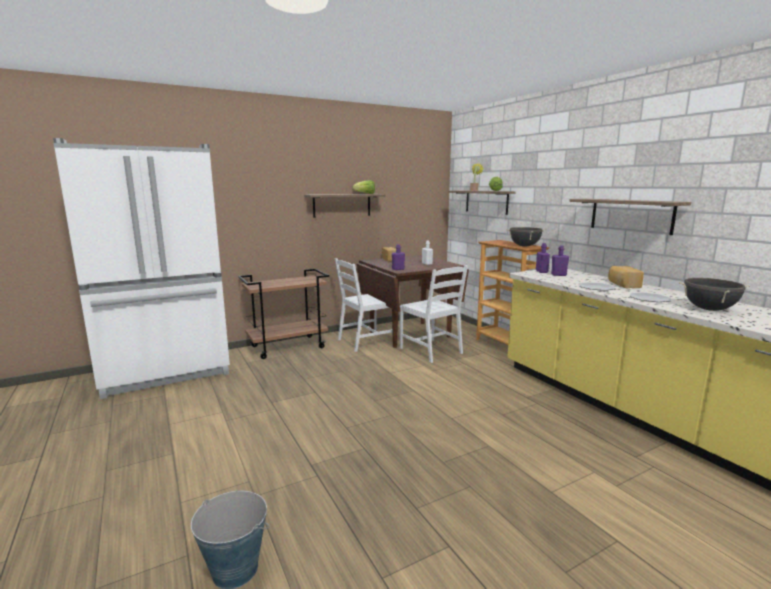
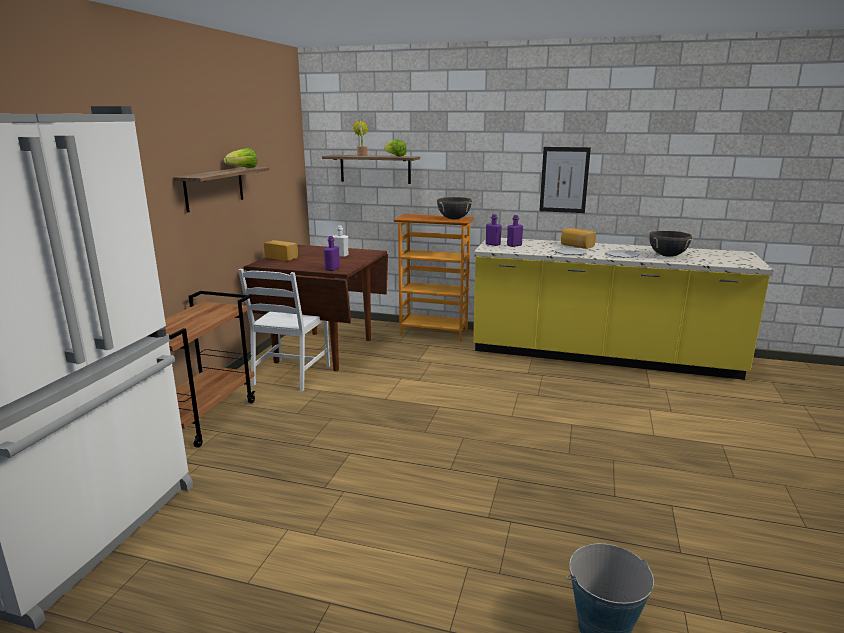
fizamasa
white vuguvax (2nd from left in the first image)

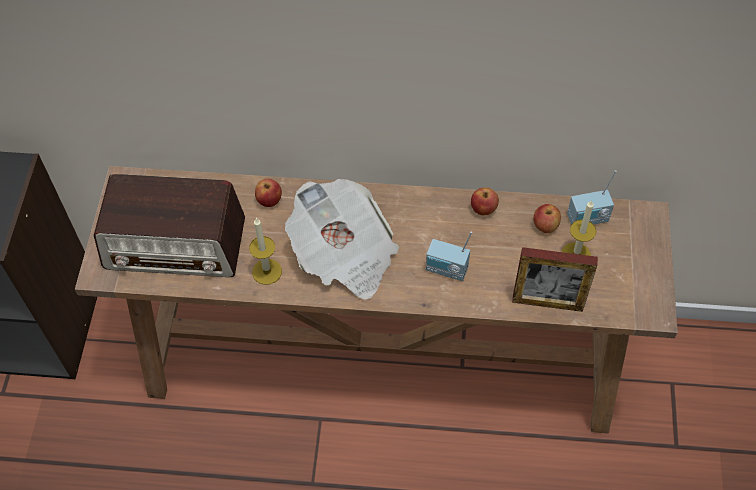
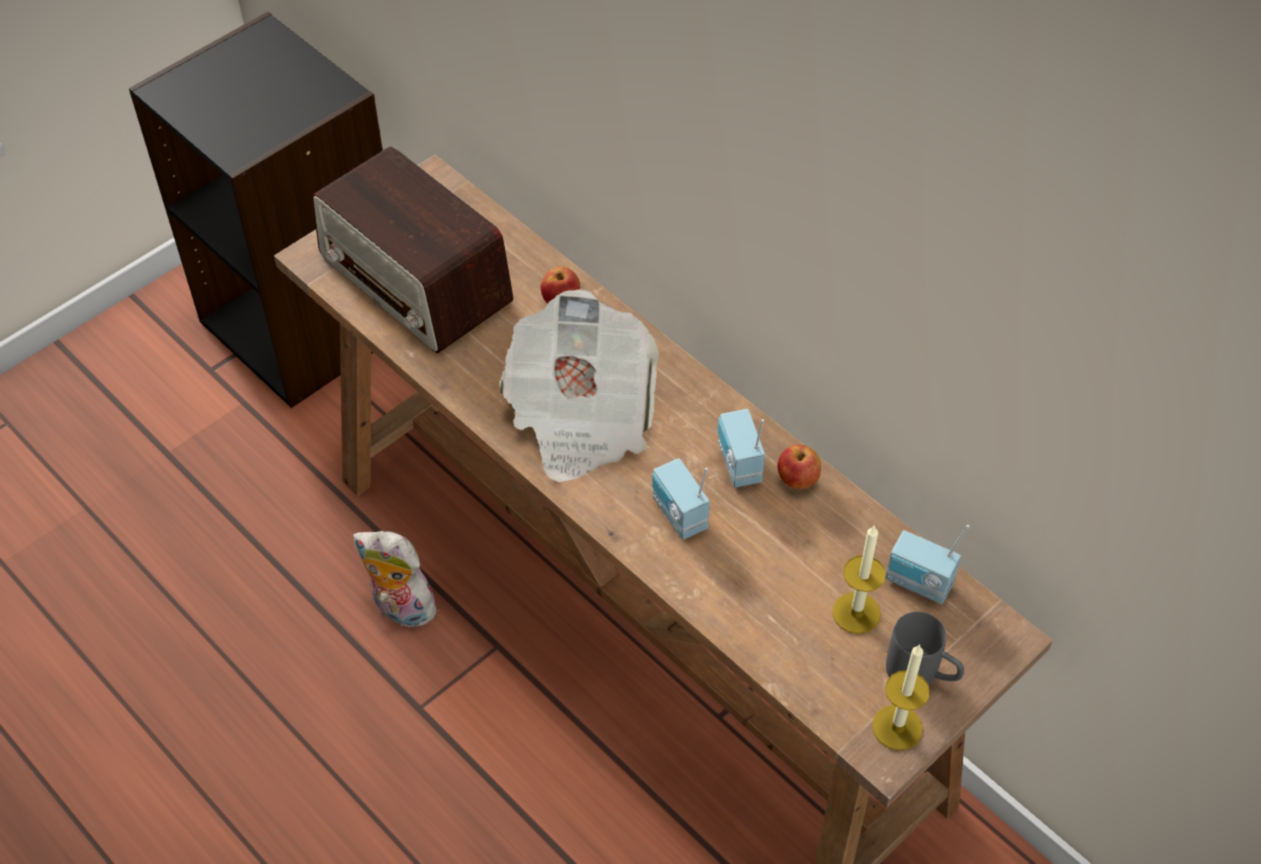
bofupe (3rd from left in the first image)
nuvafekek (2nd from left)
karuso
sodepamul (3rd from left)
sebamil
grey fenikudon

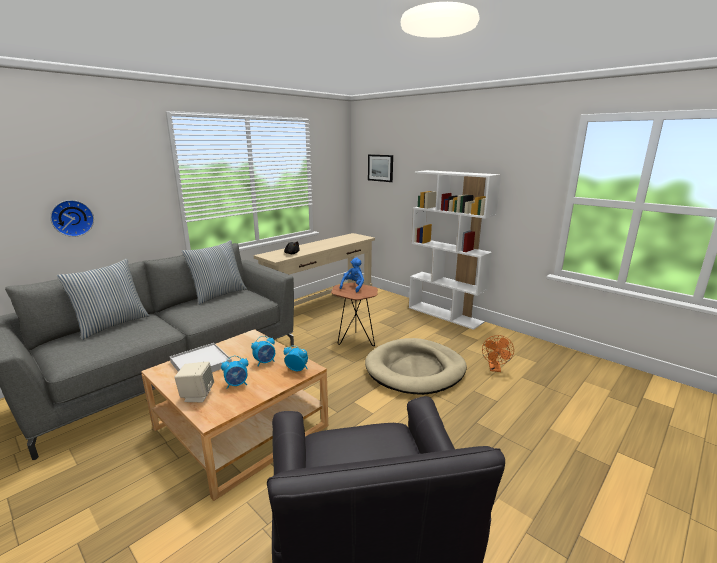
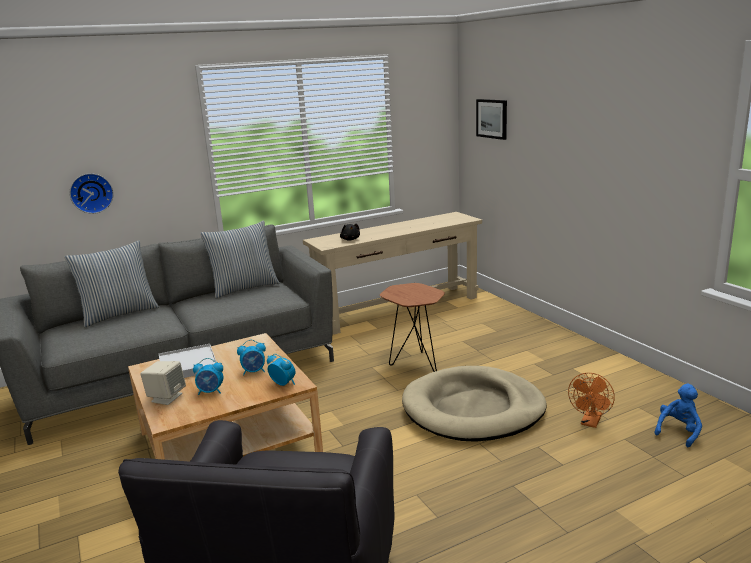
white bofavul
blue sebamil

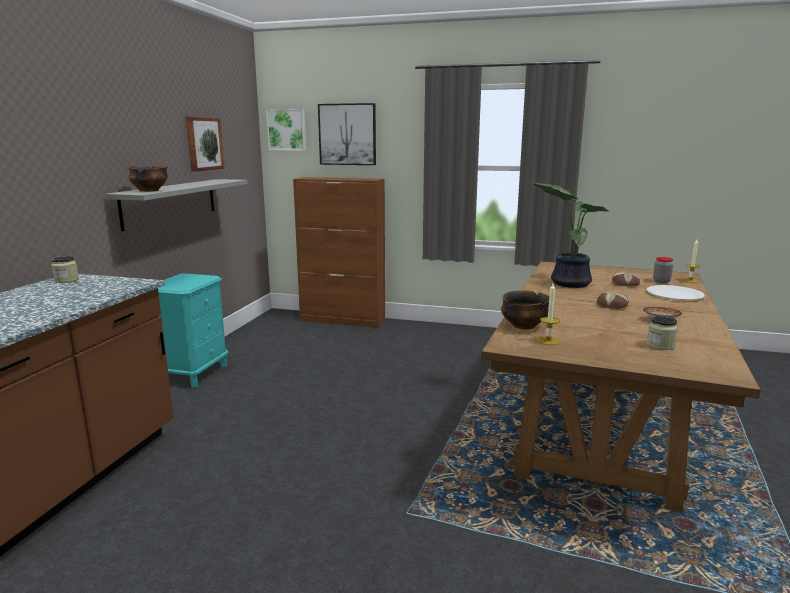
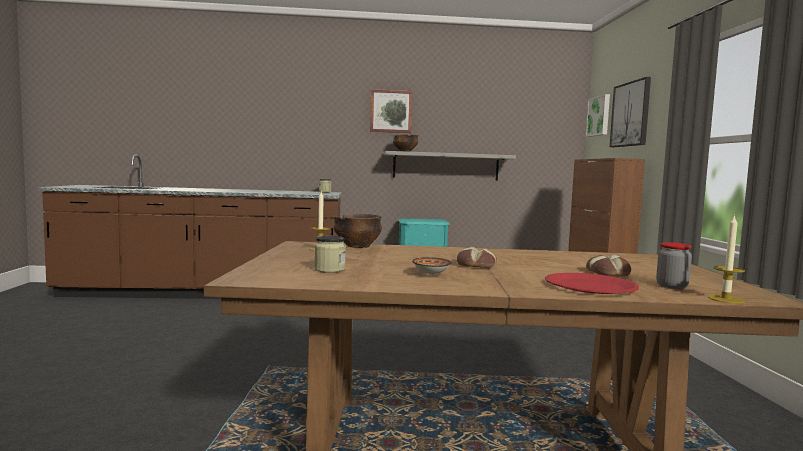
fizamasa (1st from left)
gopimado
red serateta

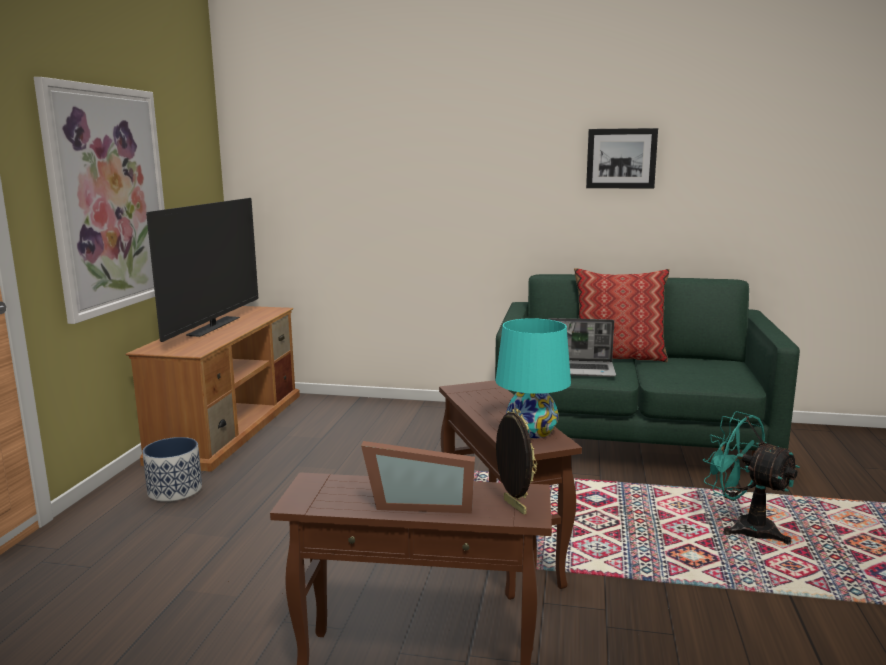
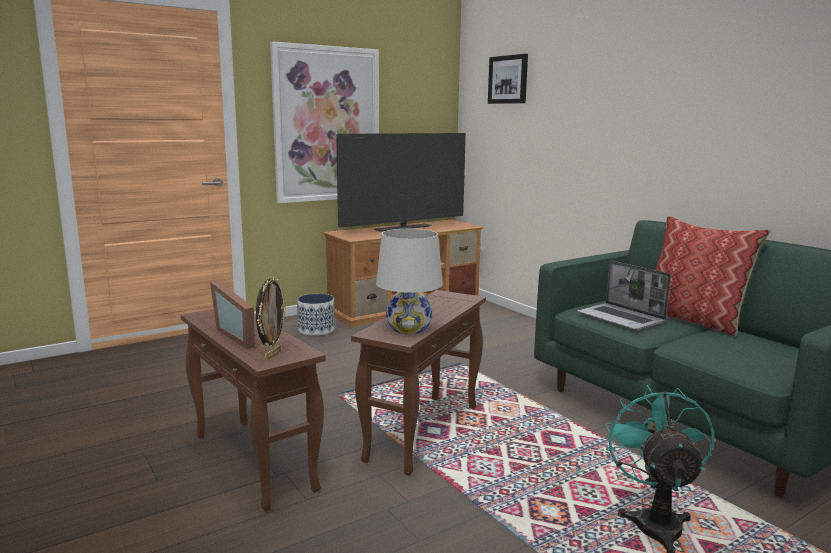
fizamasa (2nd from left)
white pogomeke

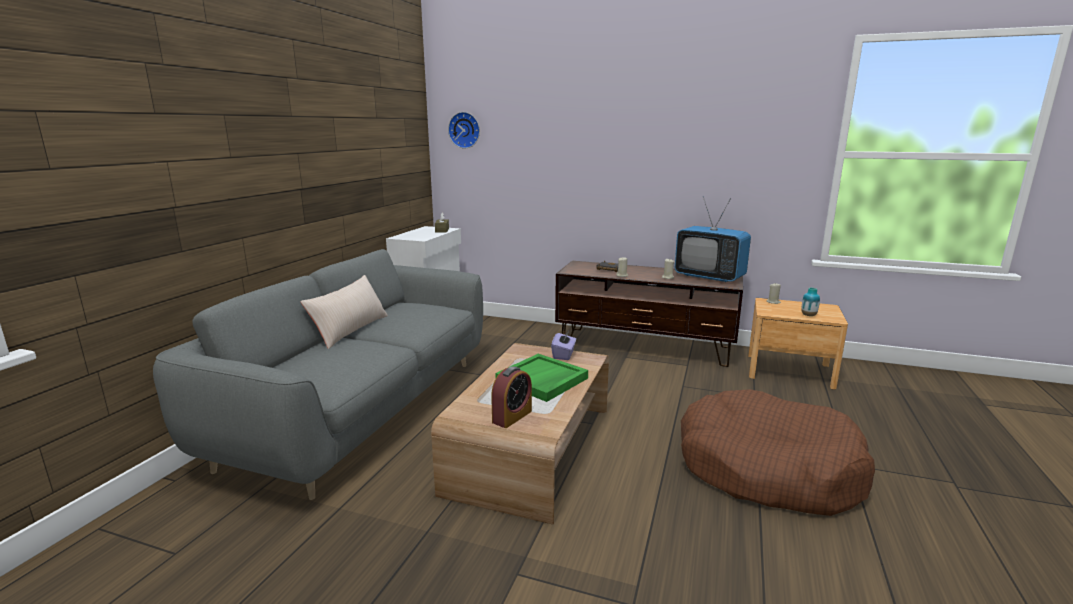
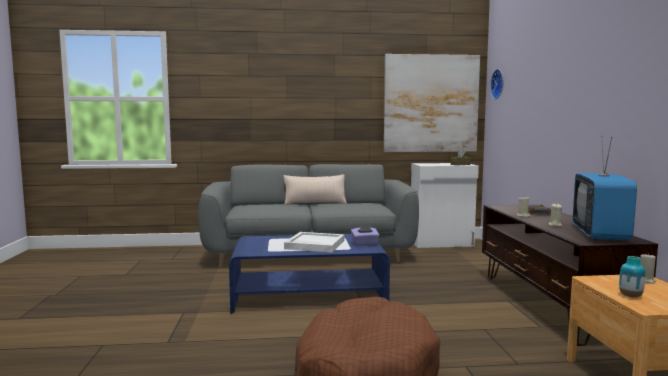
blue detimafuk
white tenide
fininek
fizamasa

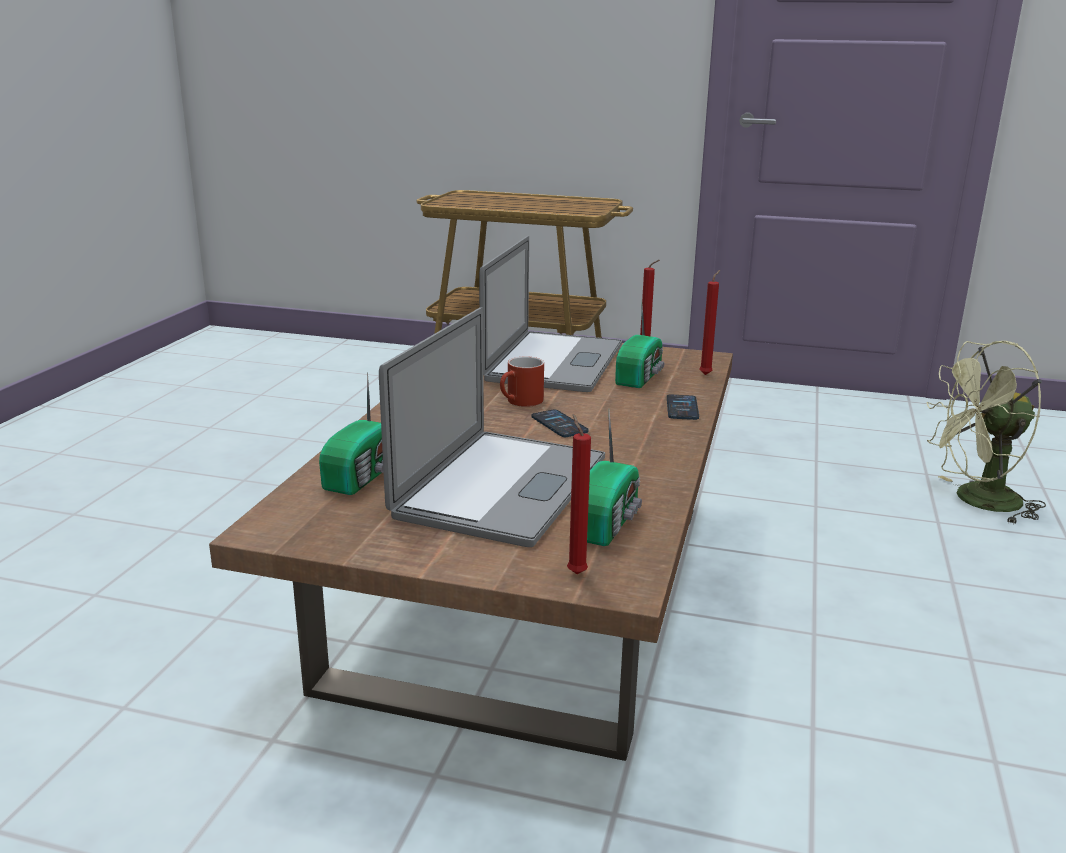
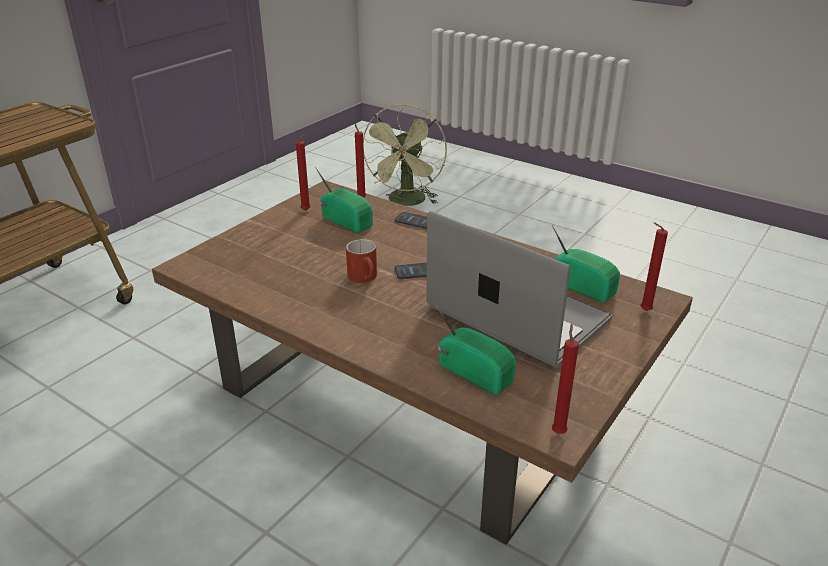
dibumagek (2nd from left in the first image)
red nuvafekek (3rd from left)

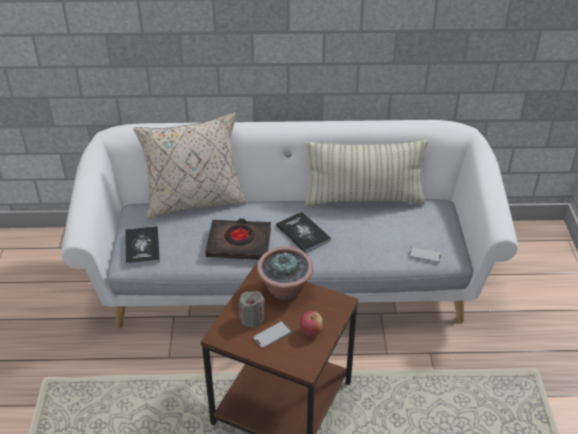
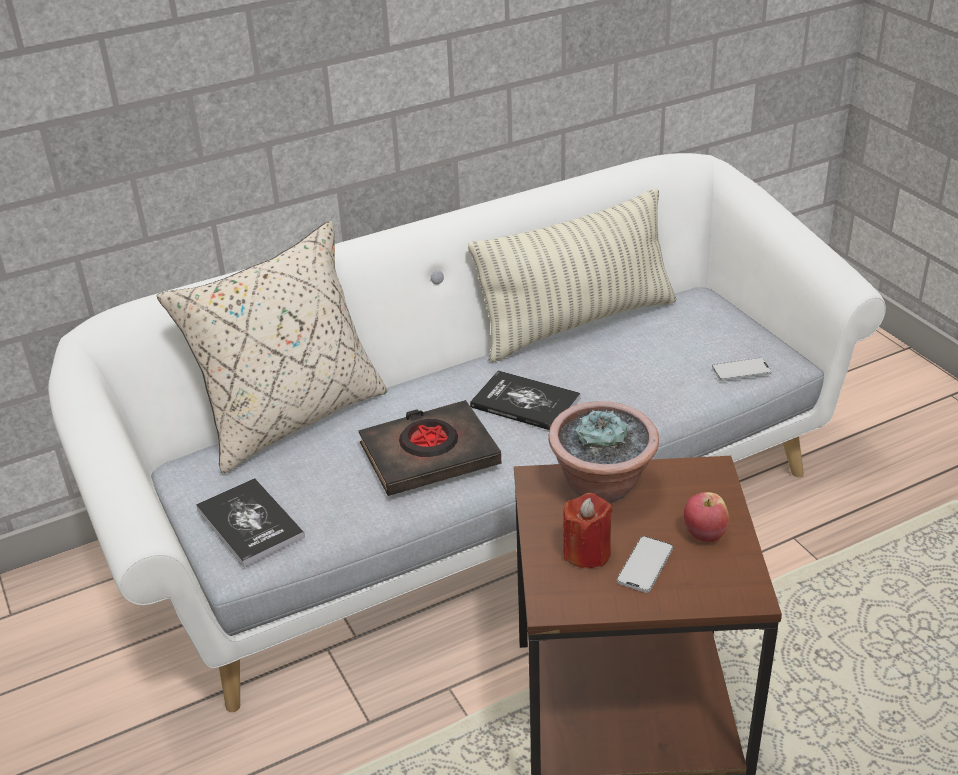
red nuvafekek

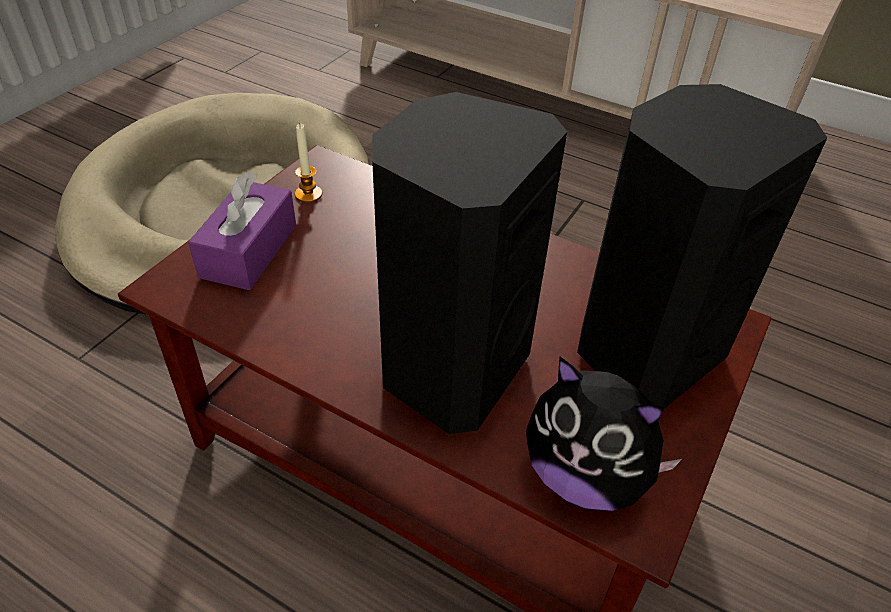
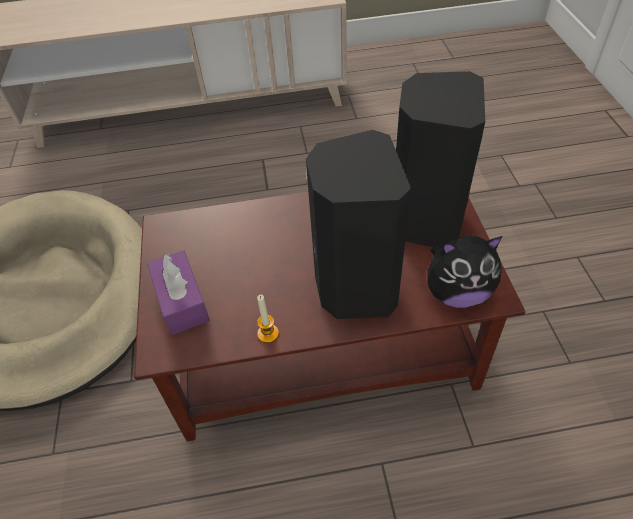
nuvafekek

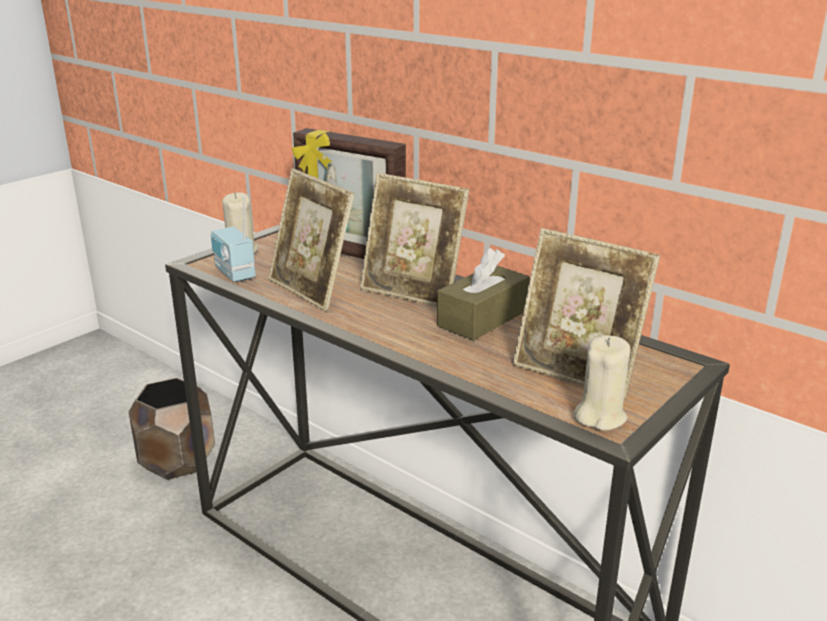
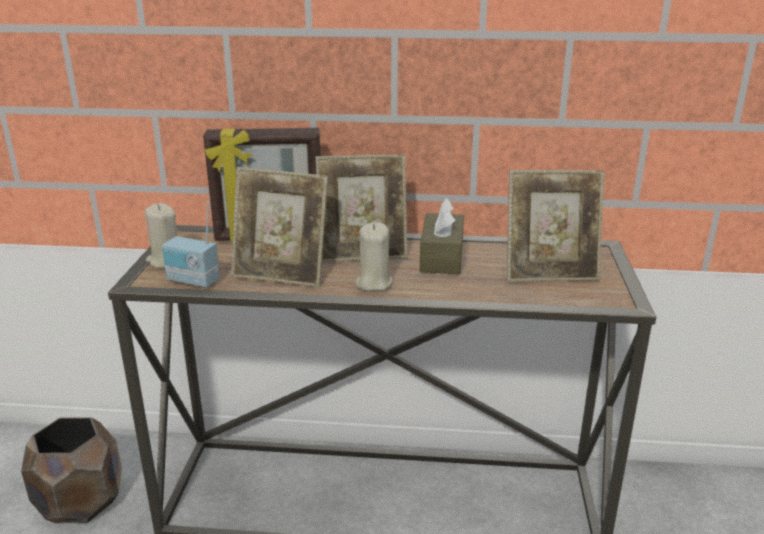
beige nuvafekek (2nd from left)

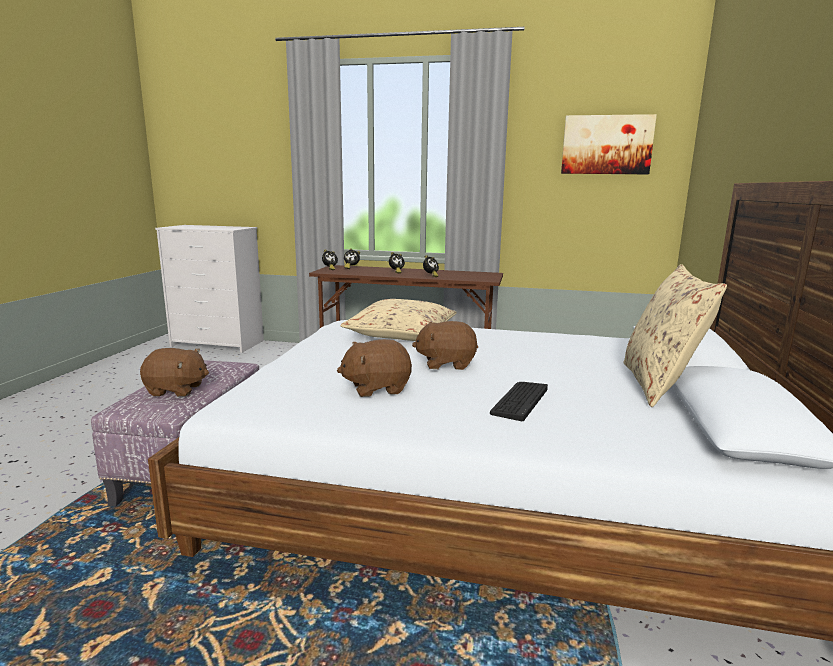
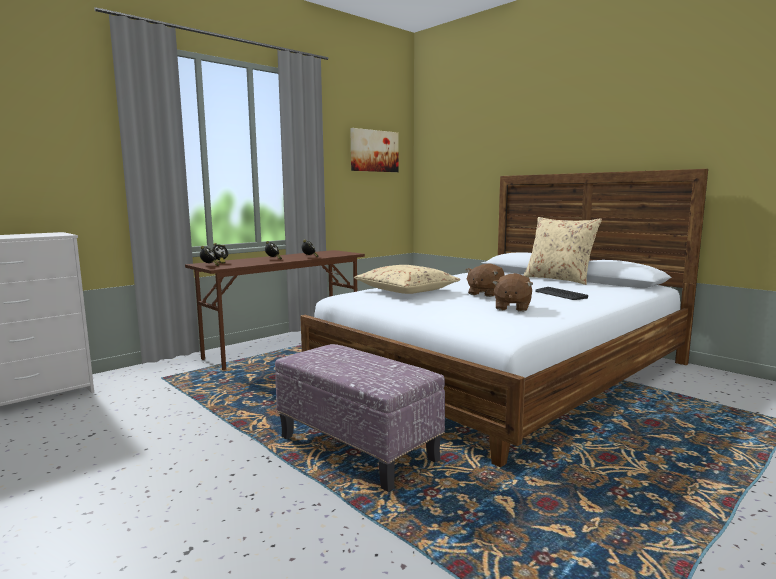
brown sebamil (1st from left in the first image)

